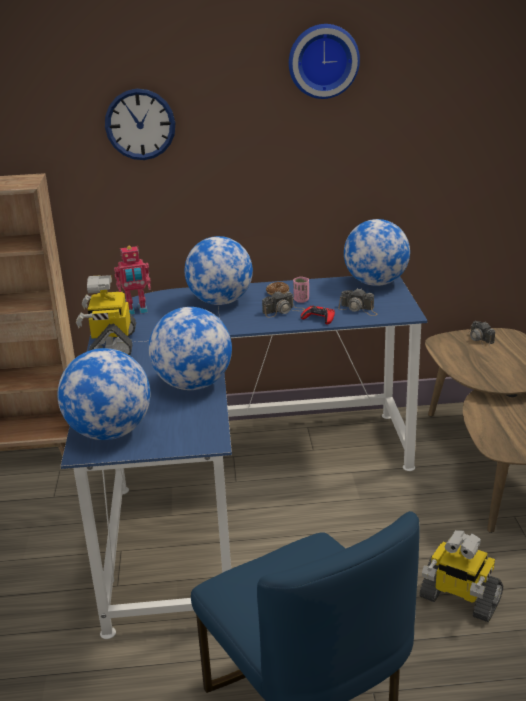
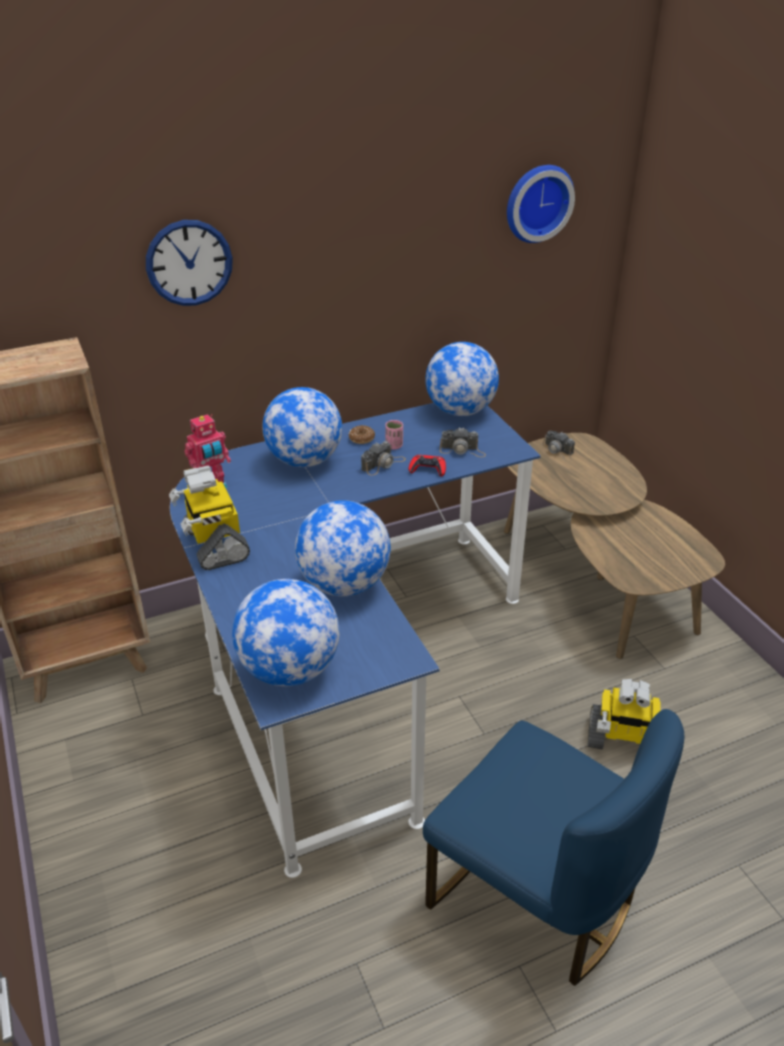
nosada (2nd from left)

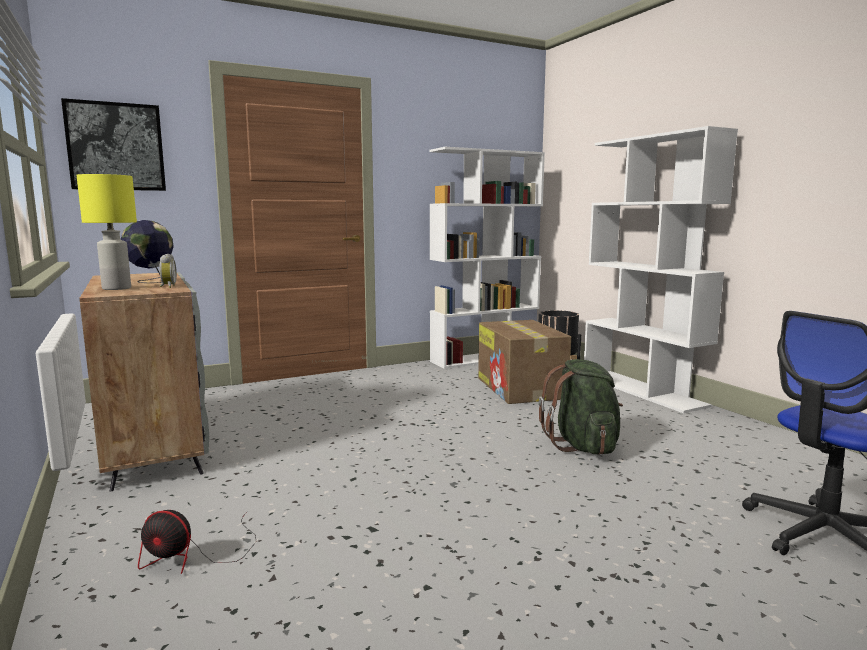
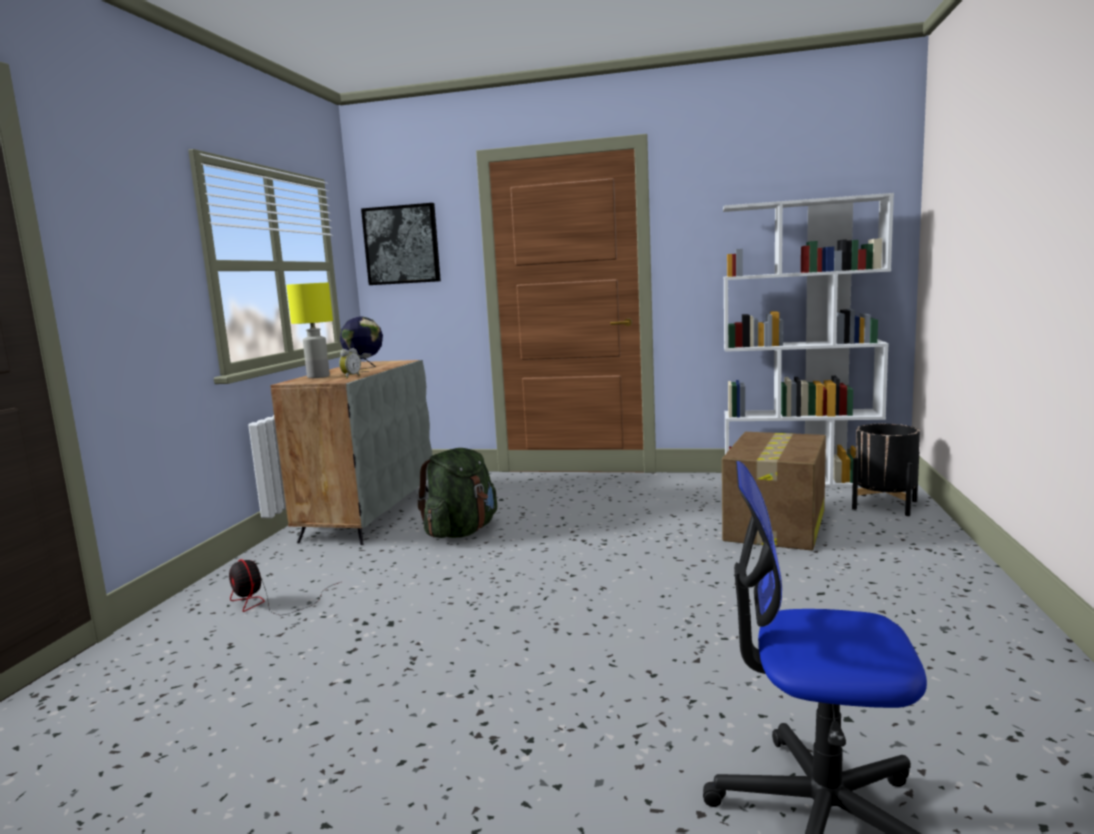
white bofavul (2nd from left in the first image)
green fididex

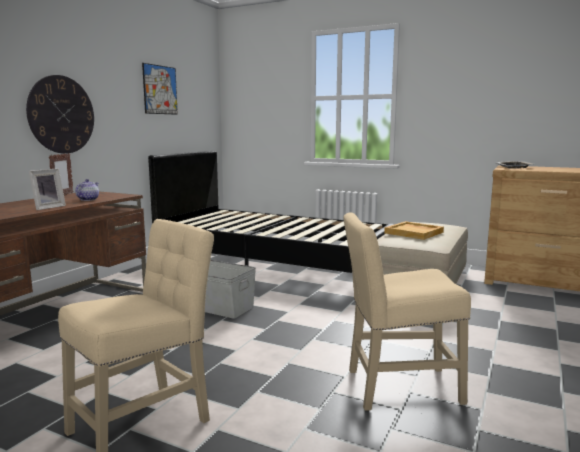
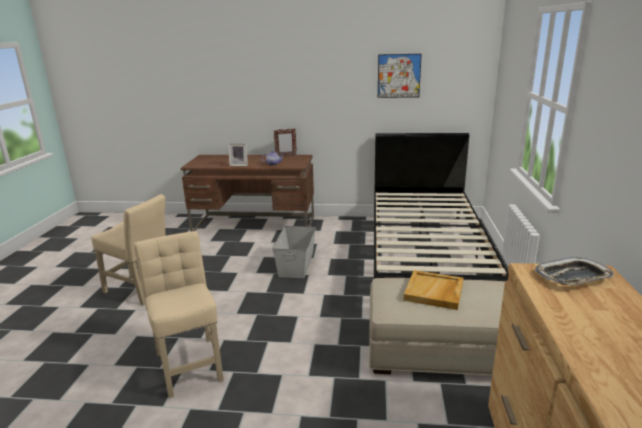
nosada

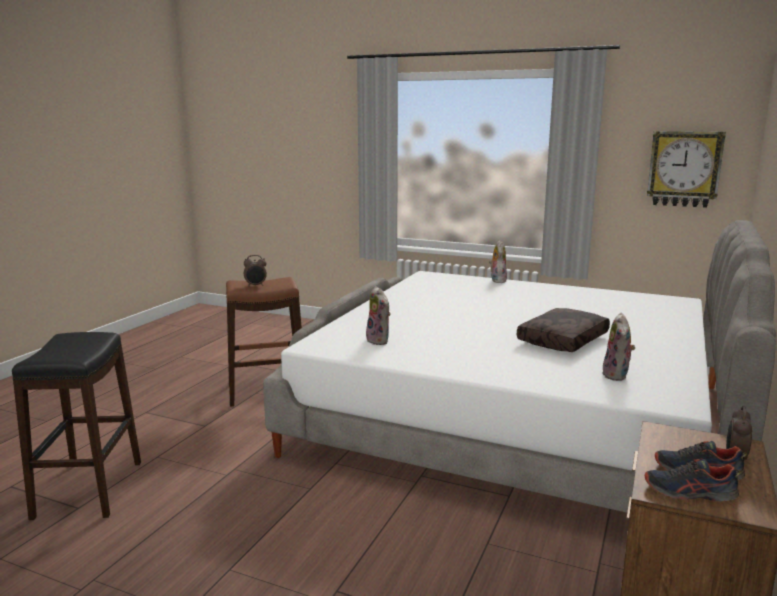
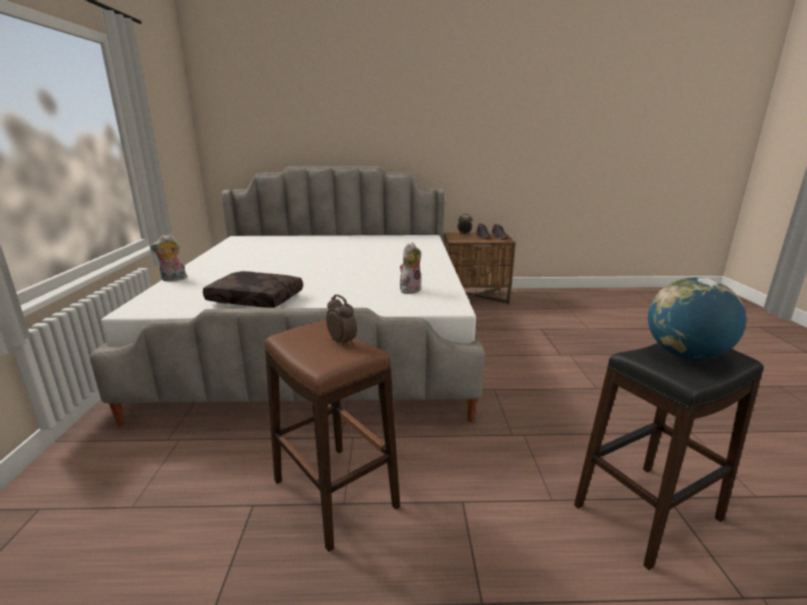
nosada
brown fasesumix
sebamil (3rd from left in the first image)
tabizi

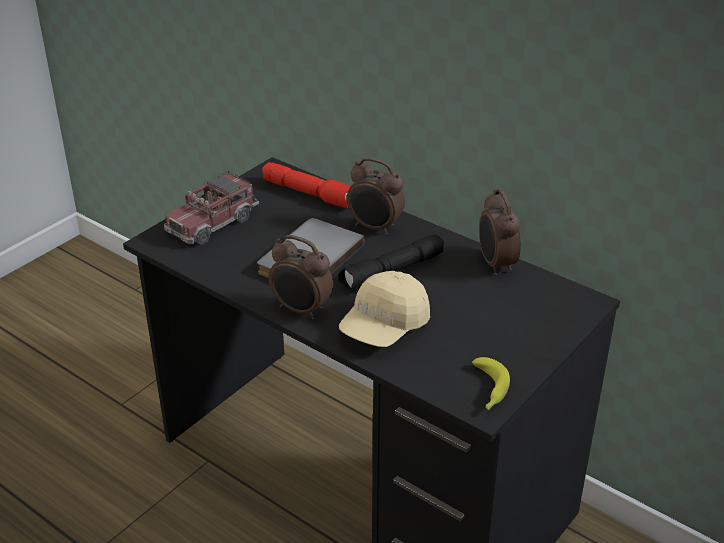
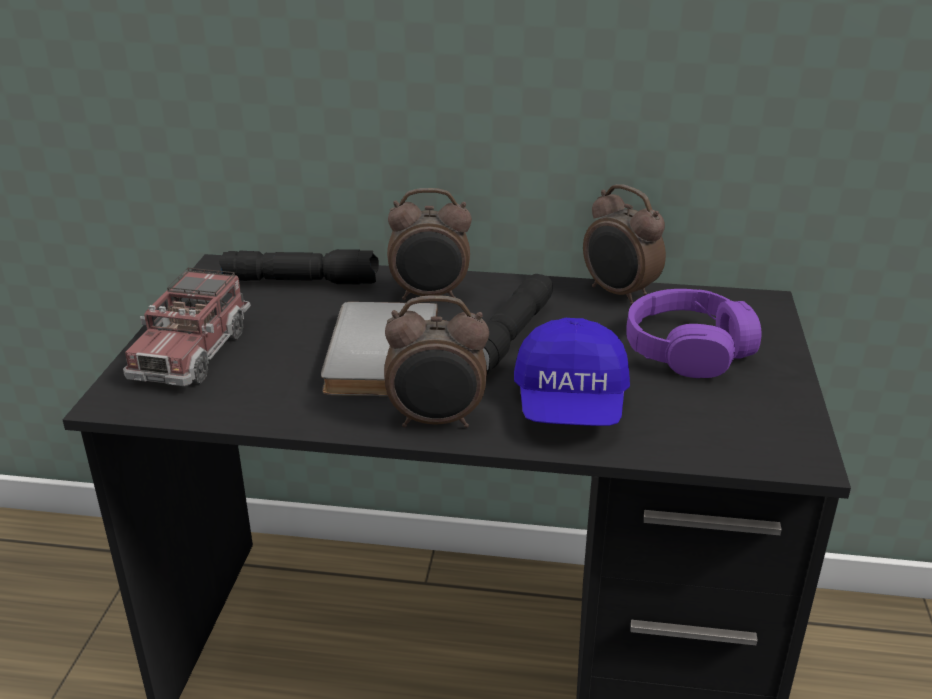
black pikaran (1st from left)
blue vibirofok
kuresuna
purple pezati

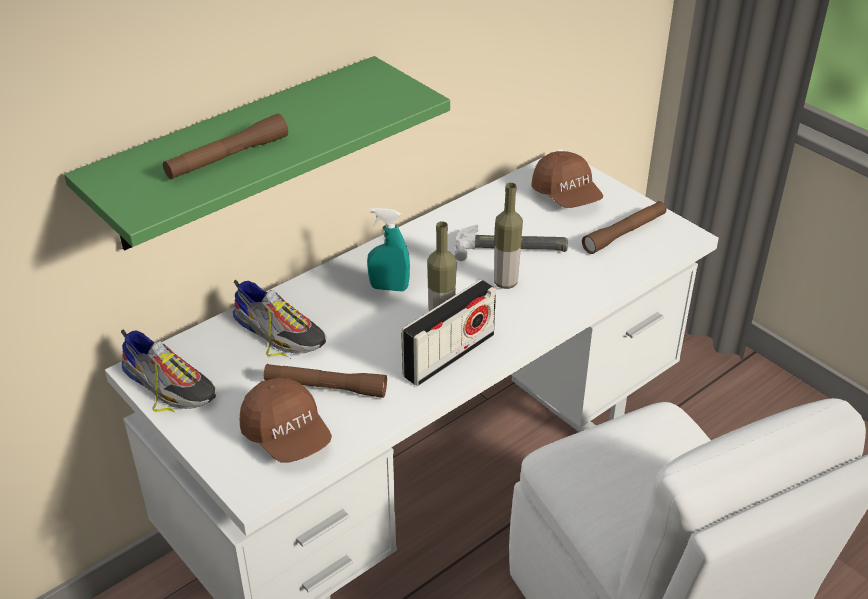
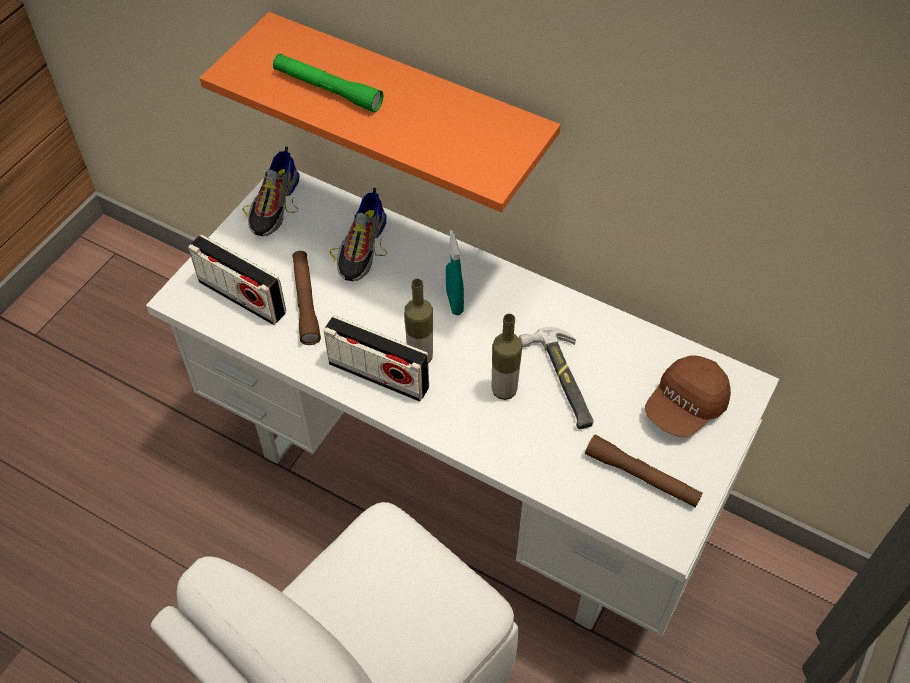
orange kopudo
green pikaran
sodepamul (1st from left)

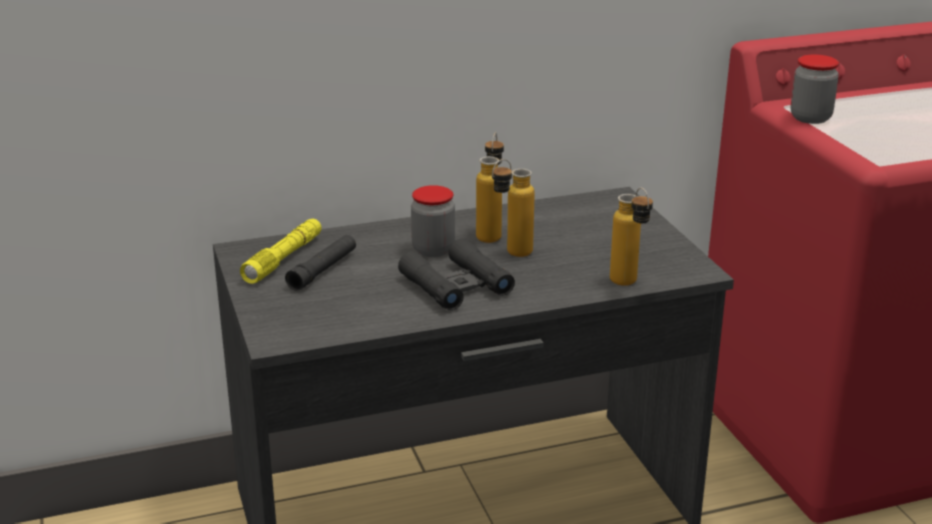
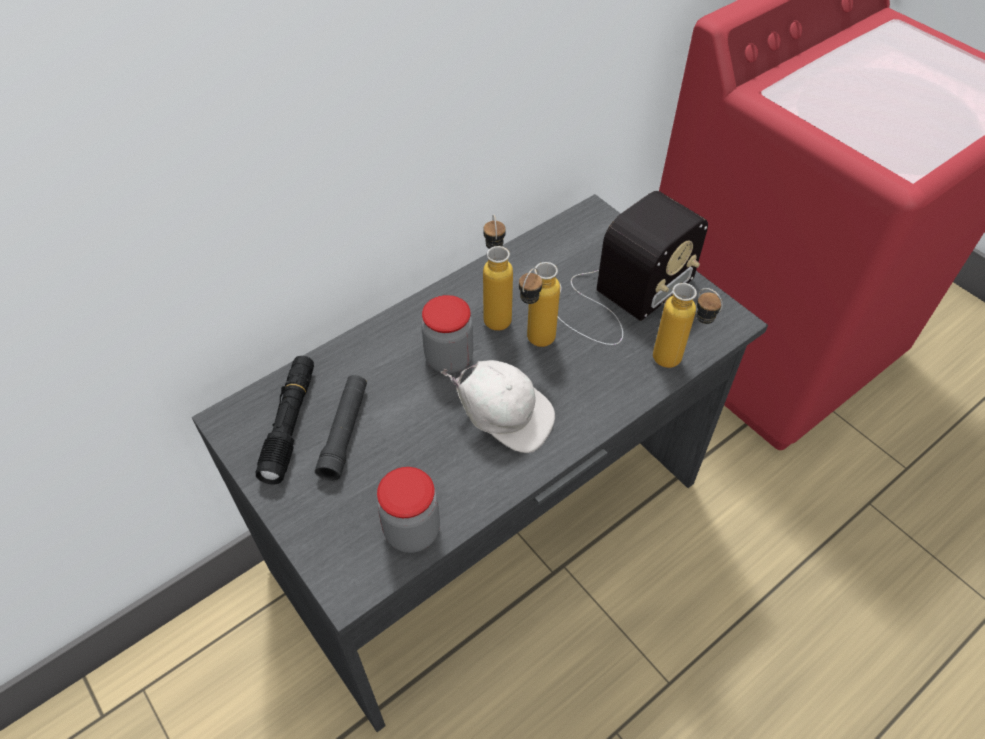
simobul (1st from left)
black pikaran (1st from left)
white vibirofok
sodepamul

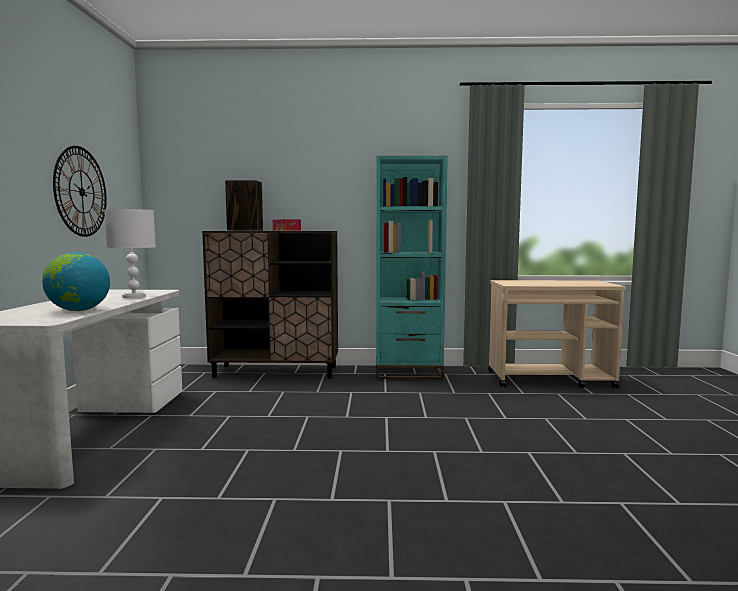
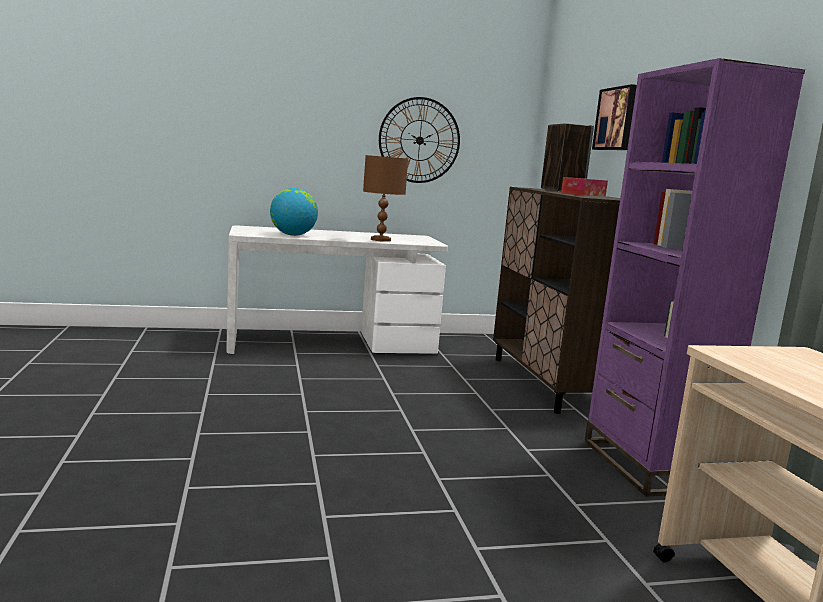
purple bofavul
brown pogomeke
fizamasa

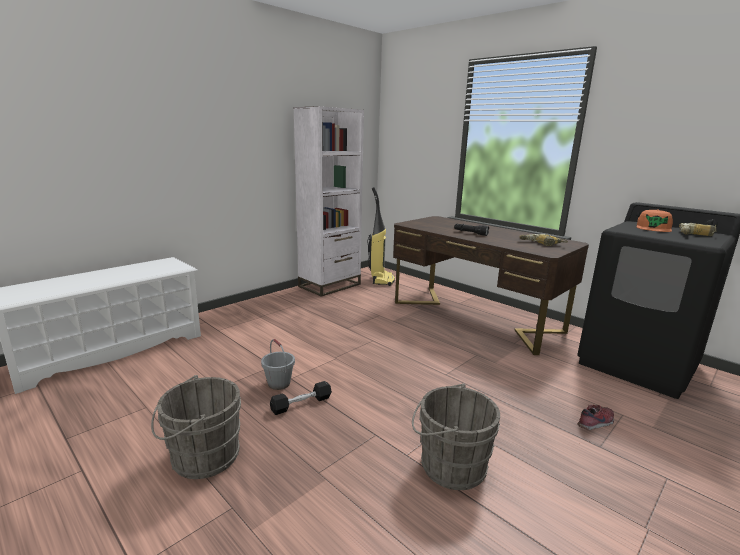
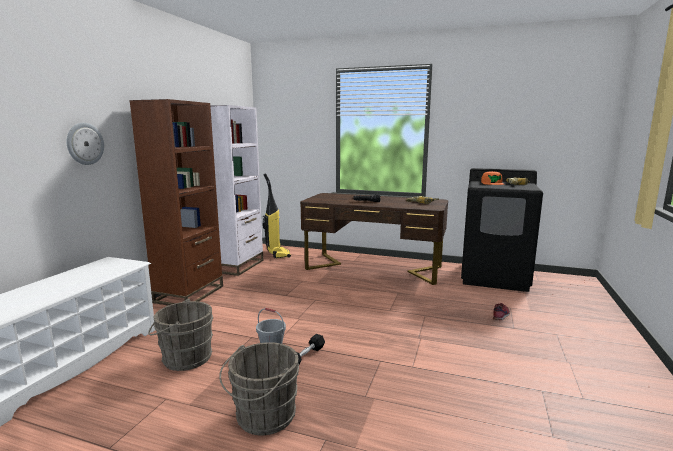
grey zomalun (1st from left)
brown bofavul
nosada

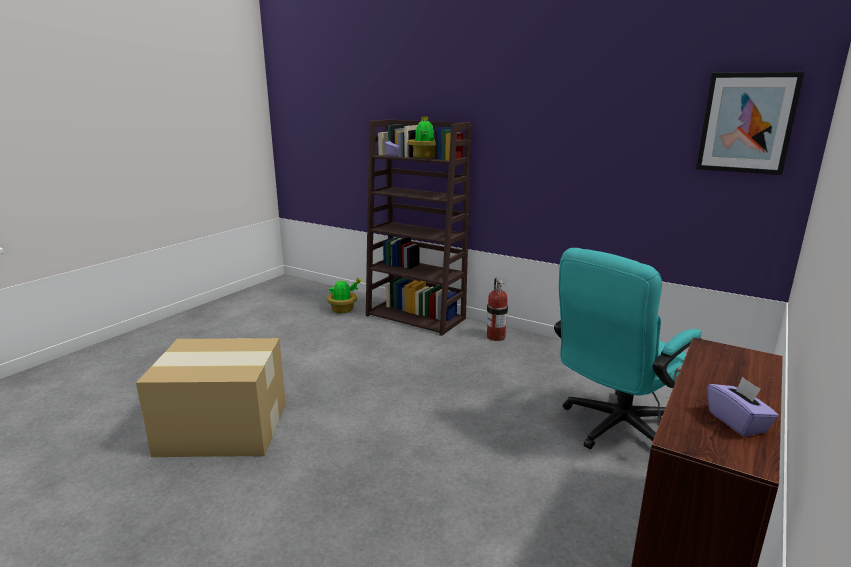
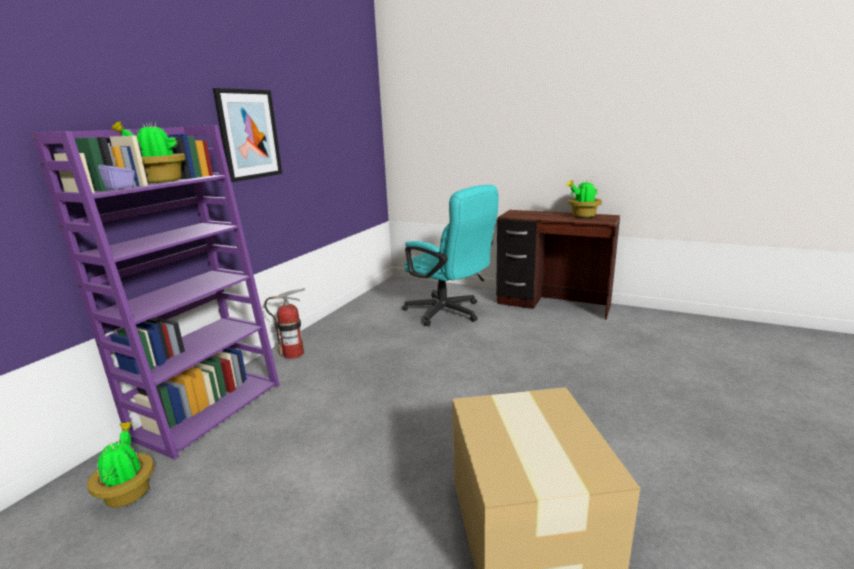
fizamasa
purple bofavul
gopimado (3rd from left)

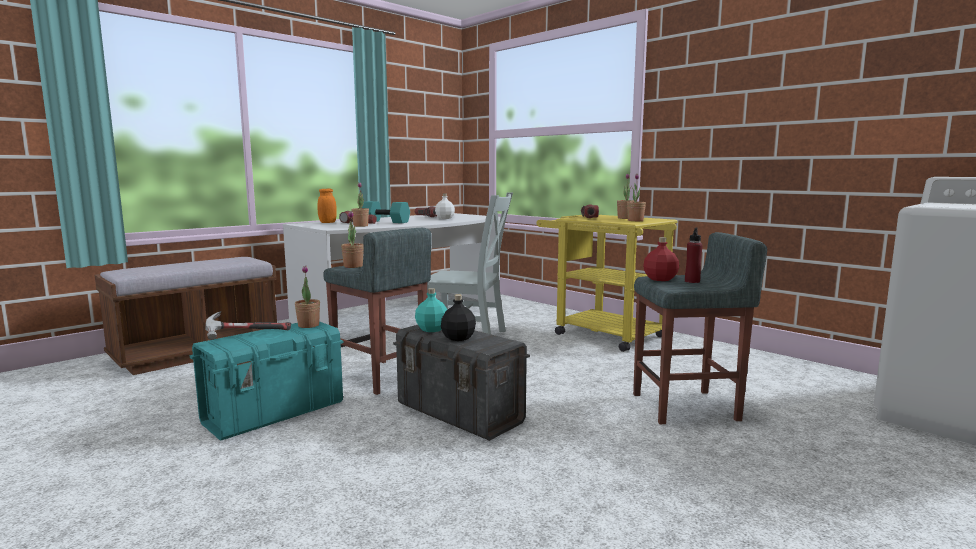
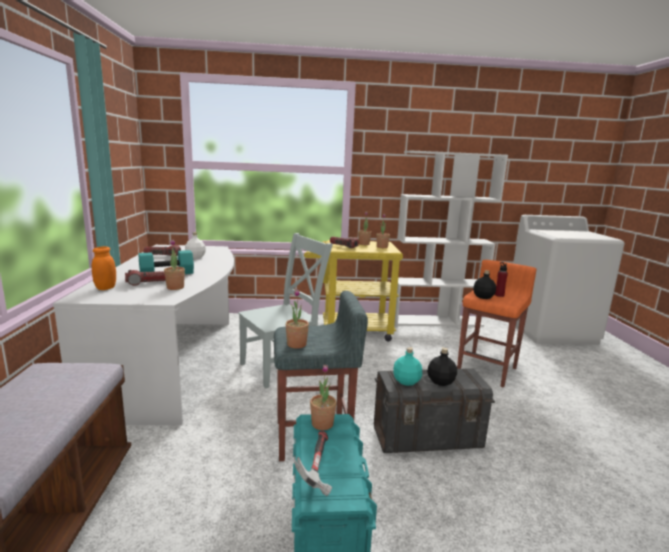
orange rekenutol
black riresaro (2nd from left)
white bofavul

